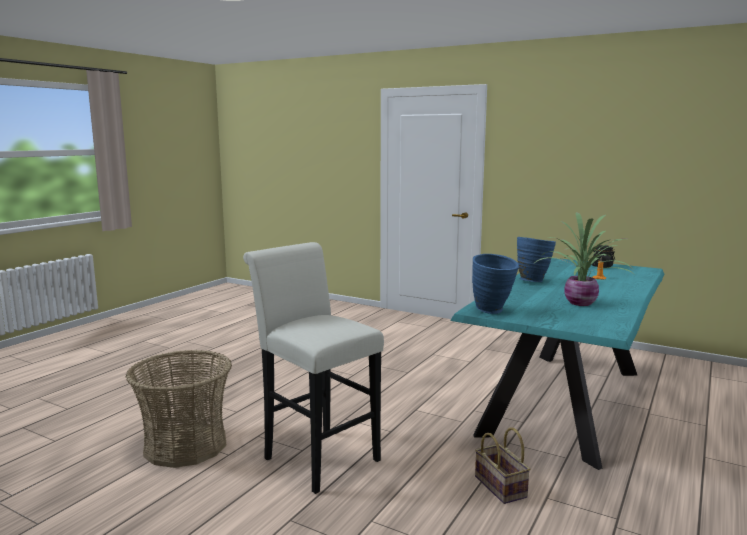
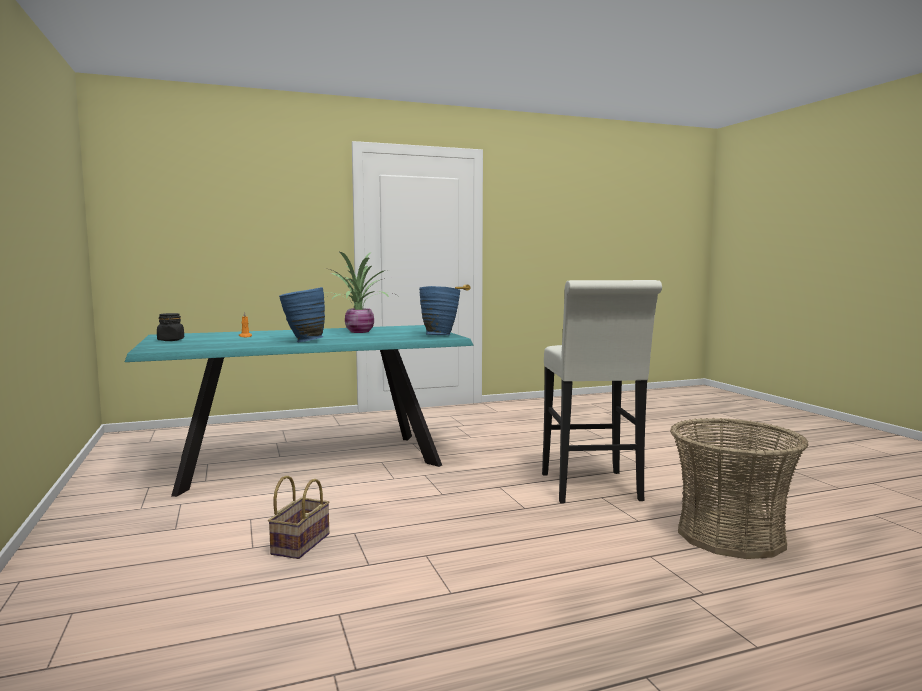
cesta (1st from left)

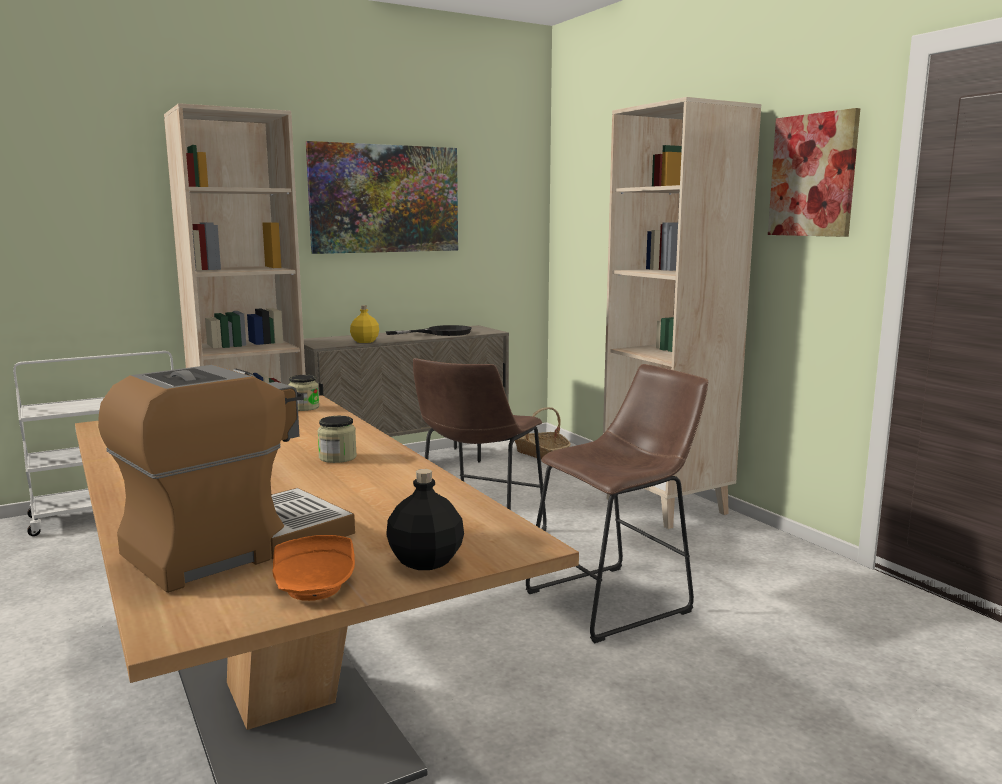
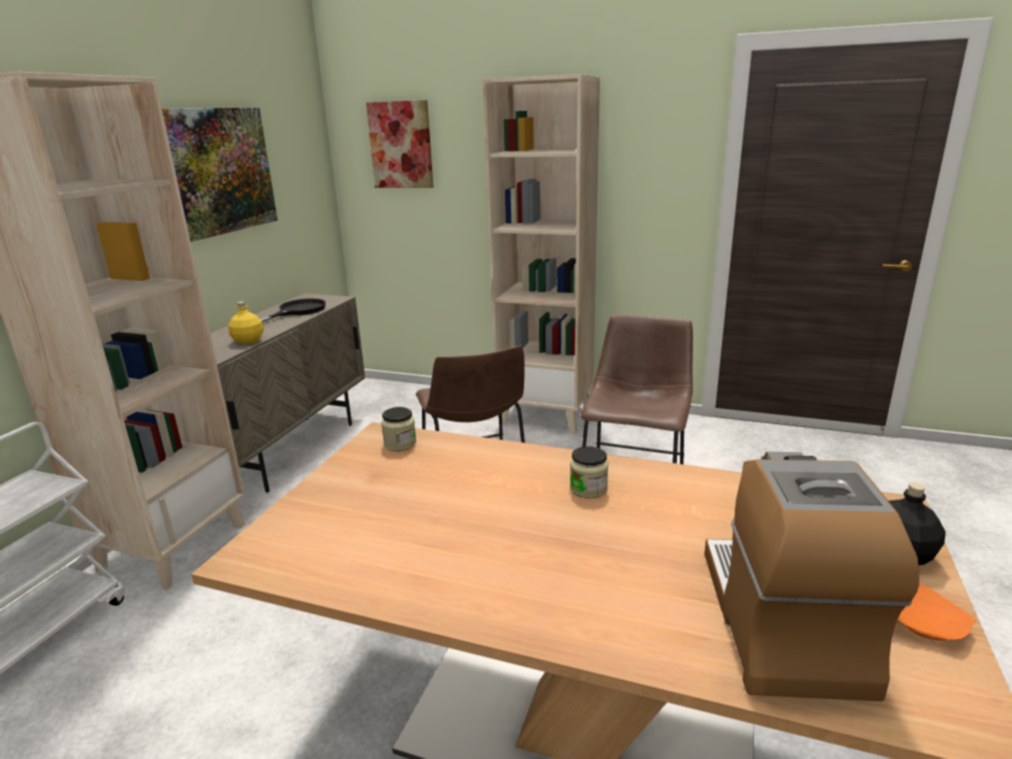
cesta
cuadro (2nd from left)

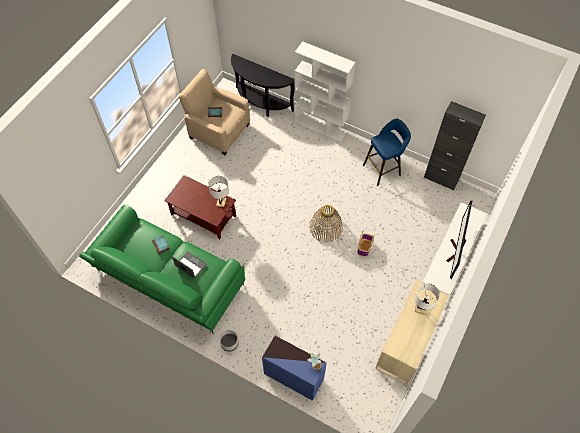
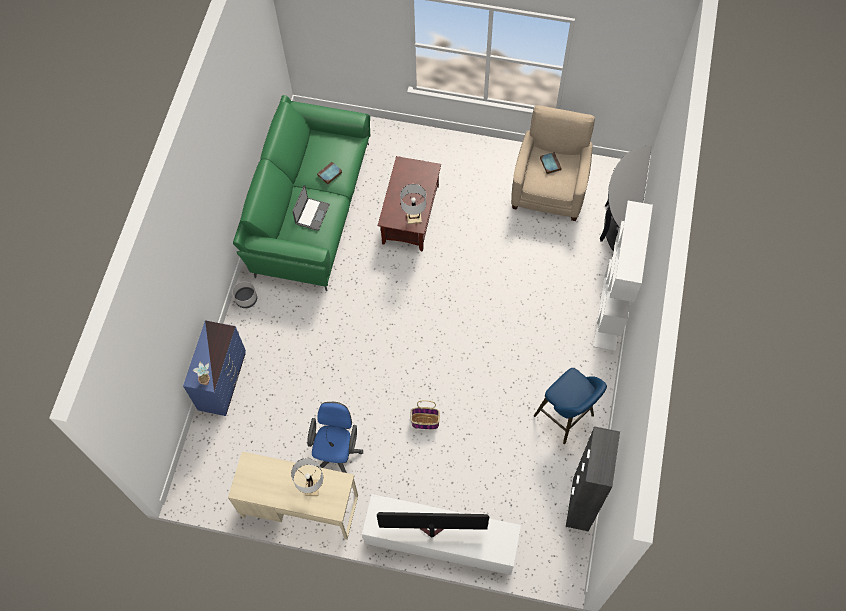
cesta (1st from left in the first image)
silla de oficina (azul)

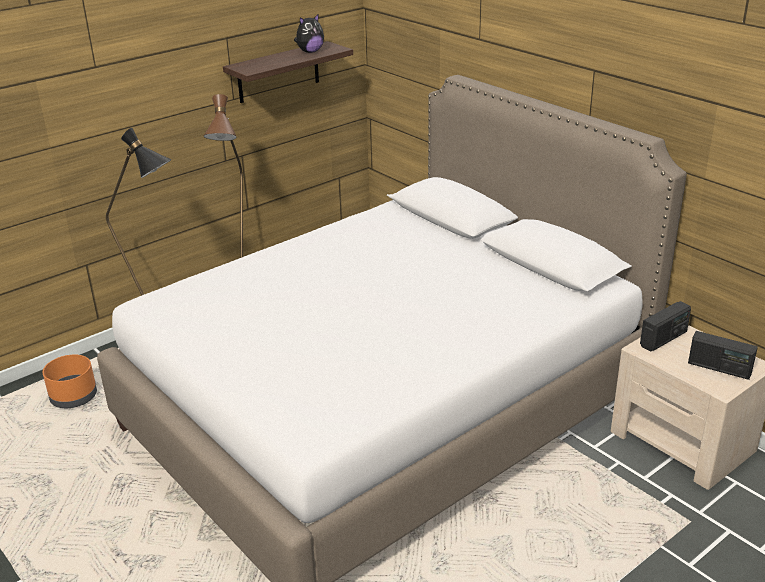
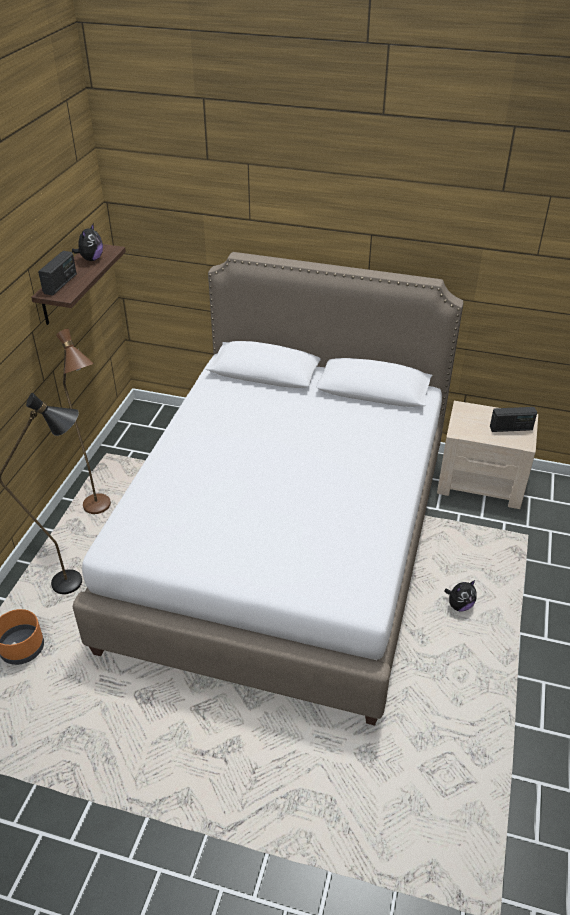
peluche (2nd from left)
radio (1st from left)

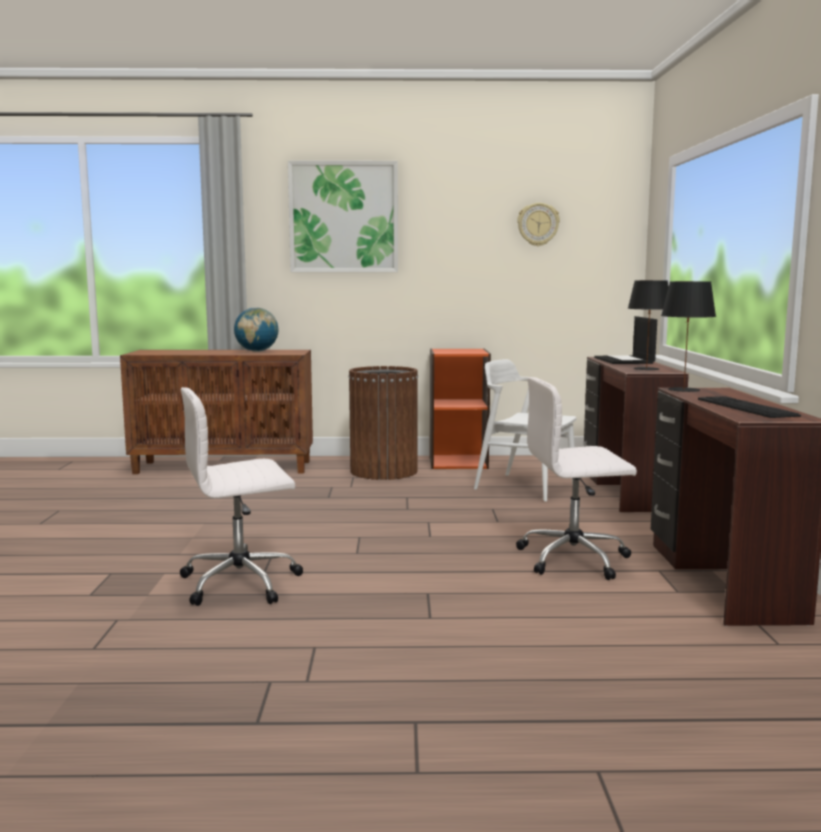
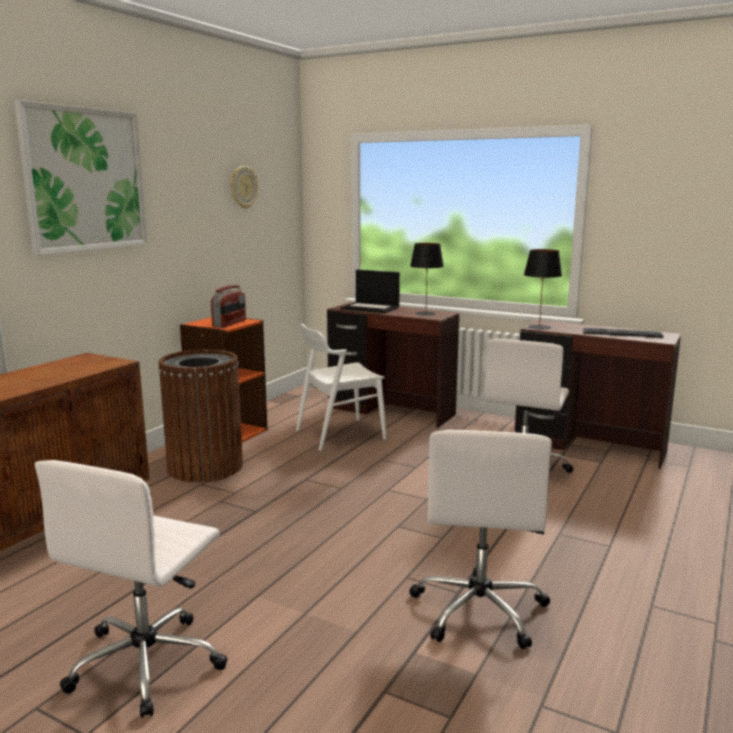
globo terráqueo
silla de oficina (blanco) (1st from left)
radio

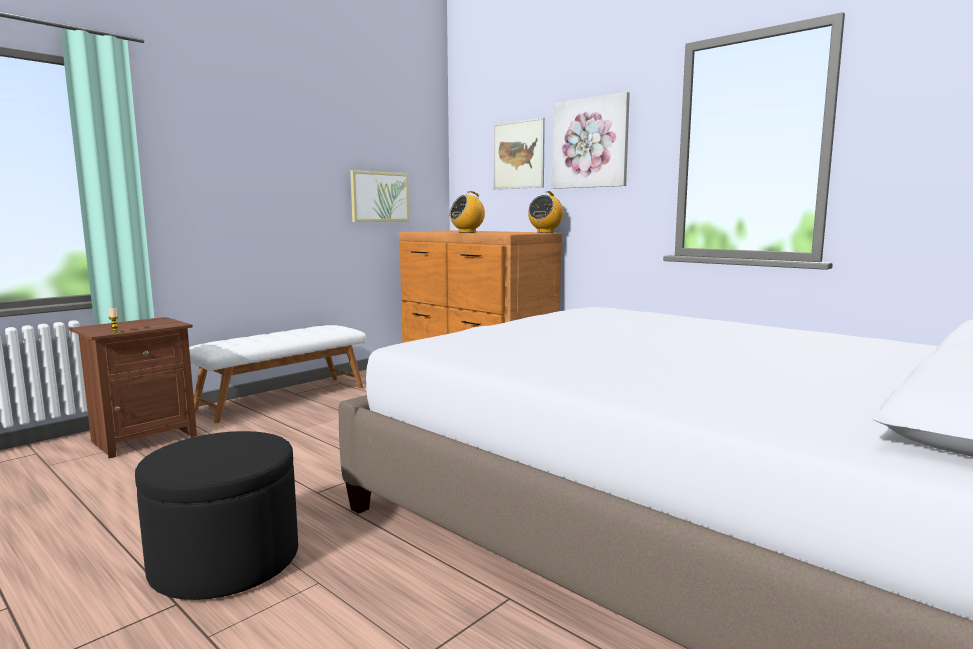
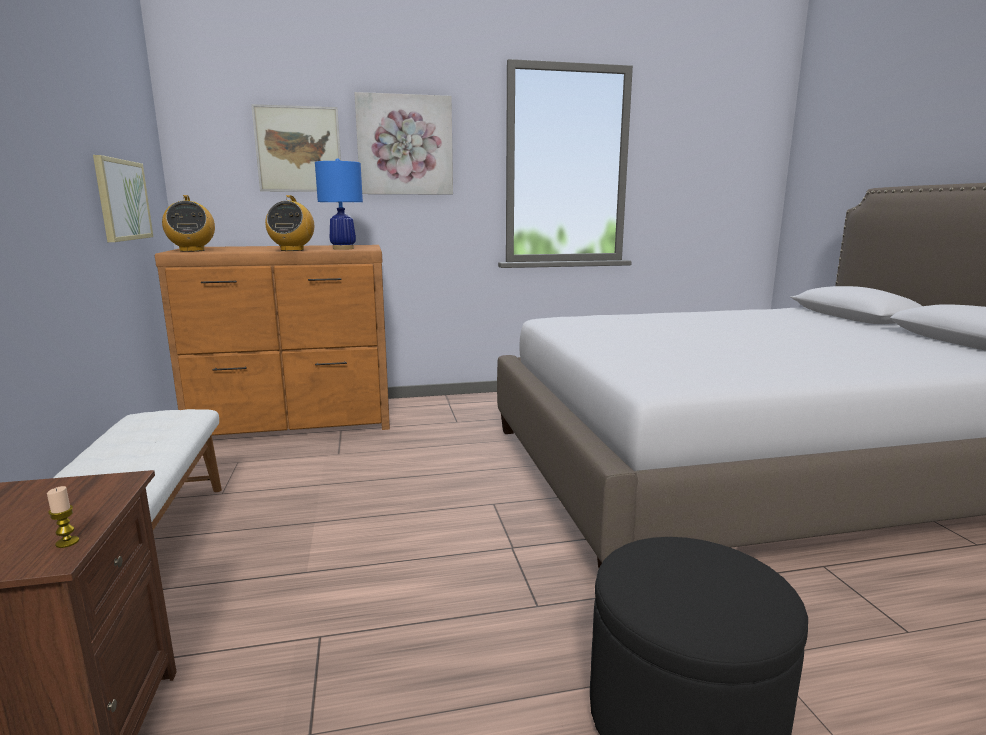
lámpara de mesa (azul)
radio (1st from left)

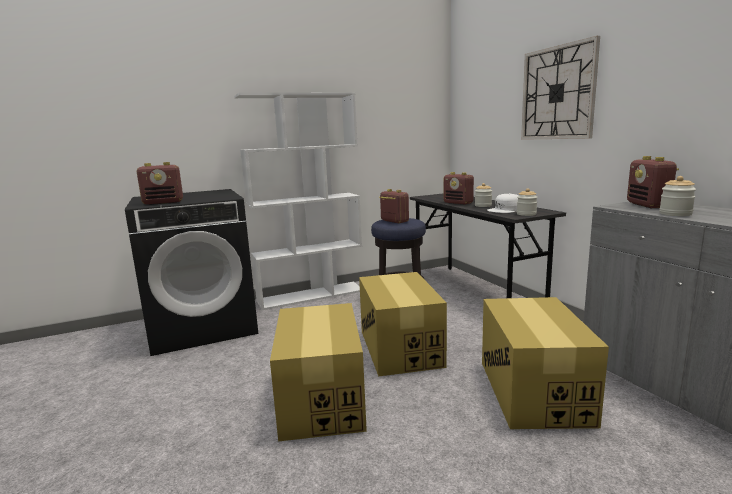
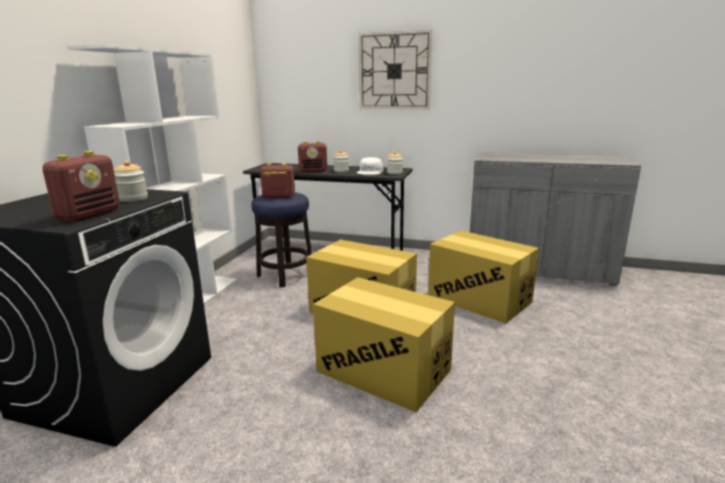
radio (4th from left in the first image)
tarro (1st from left)

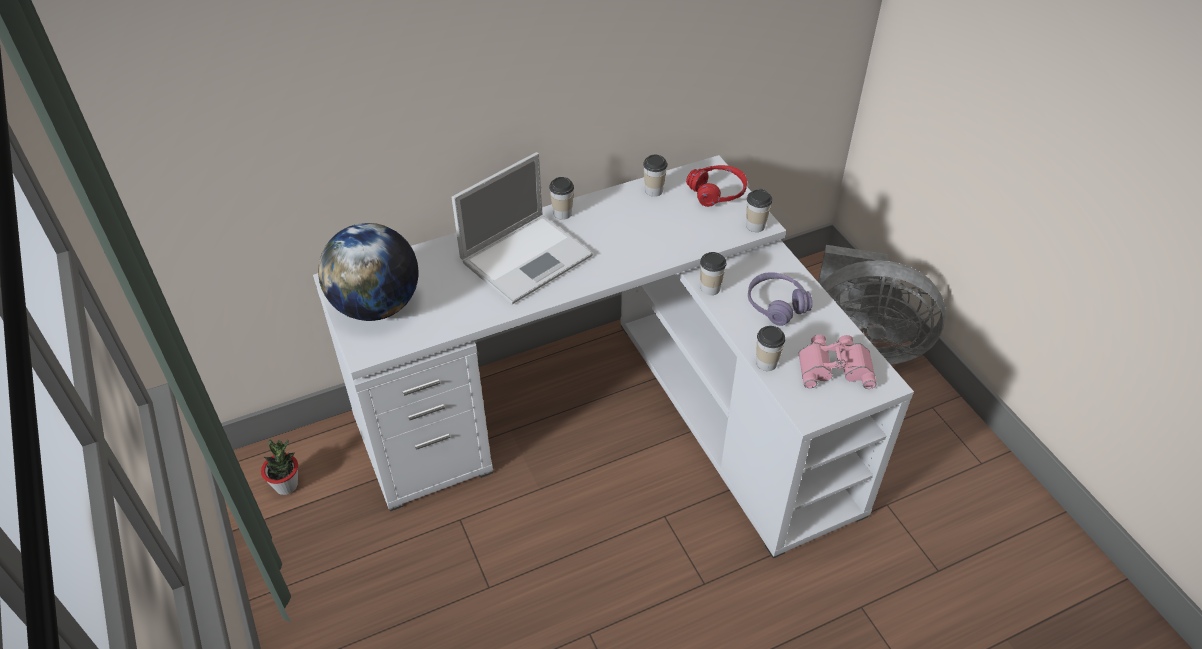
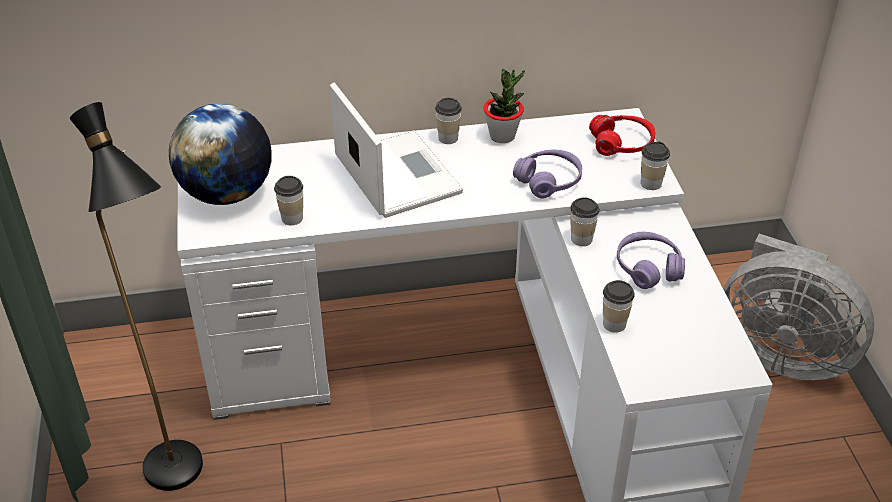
prismáticos (rosa)
lámpara de pie (negro)
auriculares (morado) (1st from left)
planta en maceta
taza (1st from left)
portátil

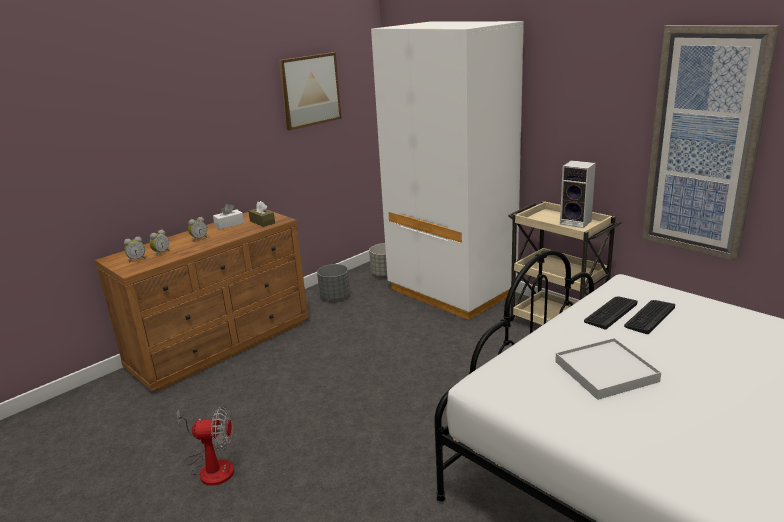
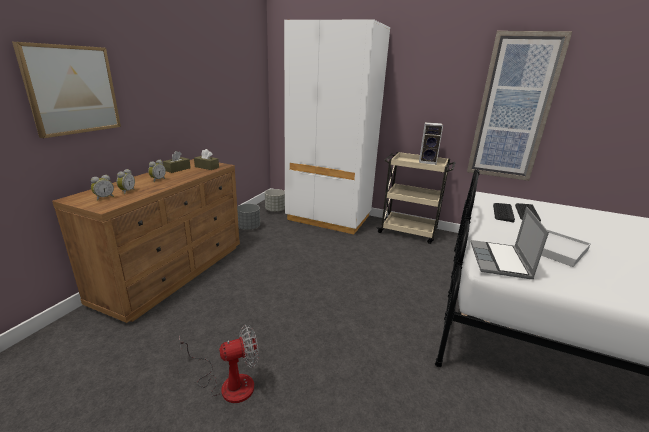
portátil
cuadro (1st from left)
caja de pañuelos (marrón) (1st from left)

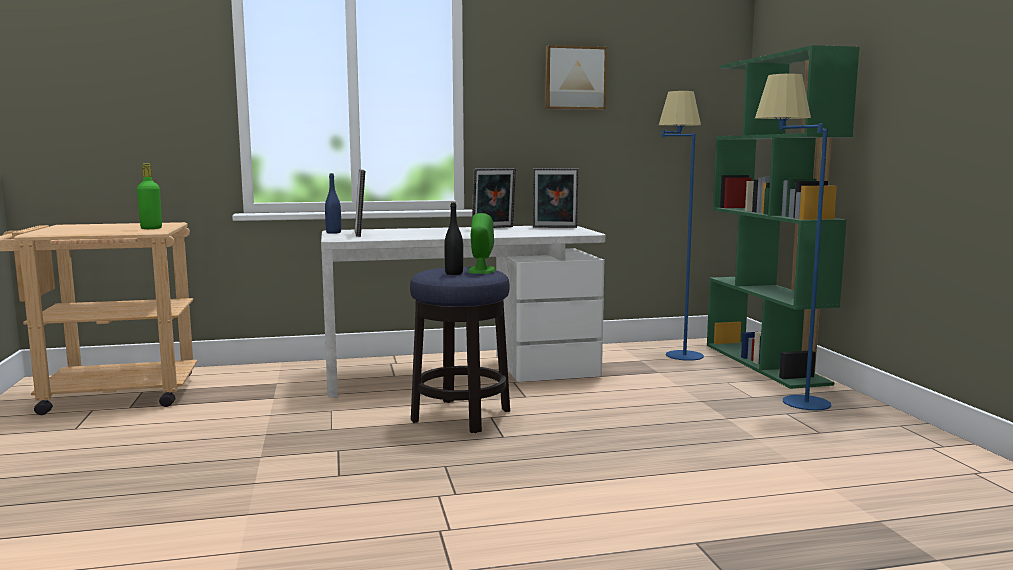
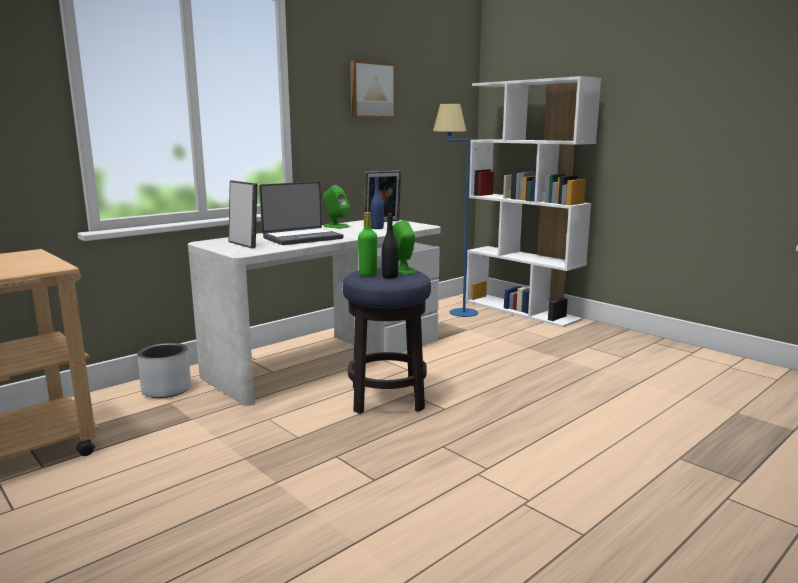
lámpara de pie (azul) (2nd from left in the first image)
maceta (gris)
portátil
botella (verde)
botella (azul)
altavoz (verde) (1st from left)
estantería (blanco)

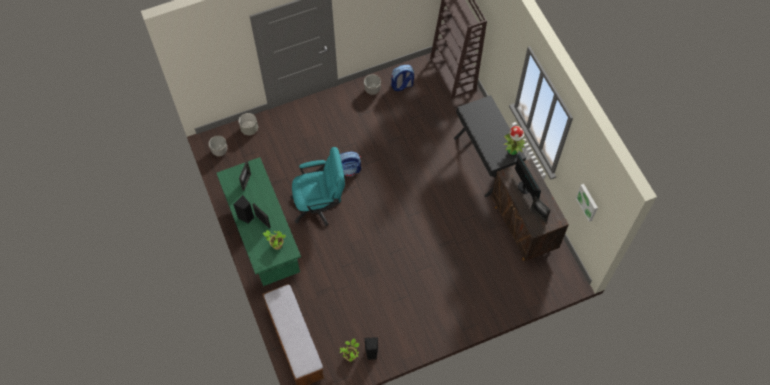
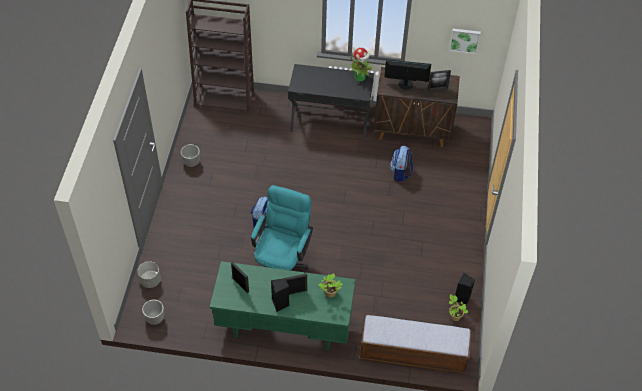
mochila (2nd from left)

